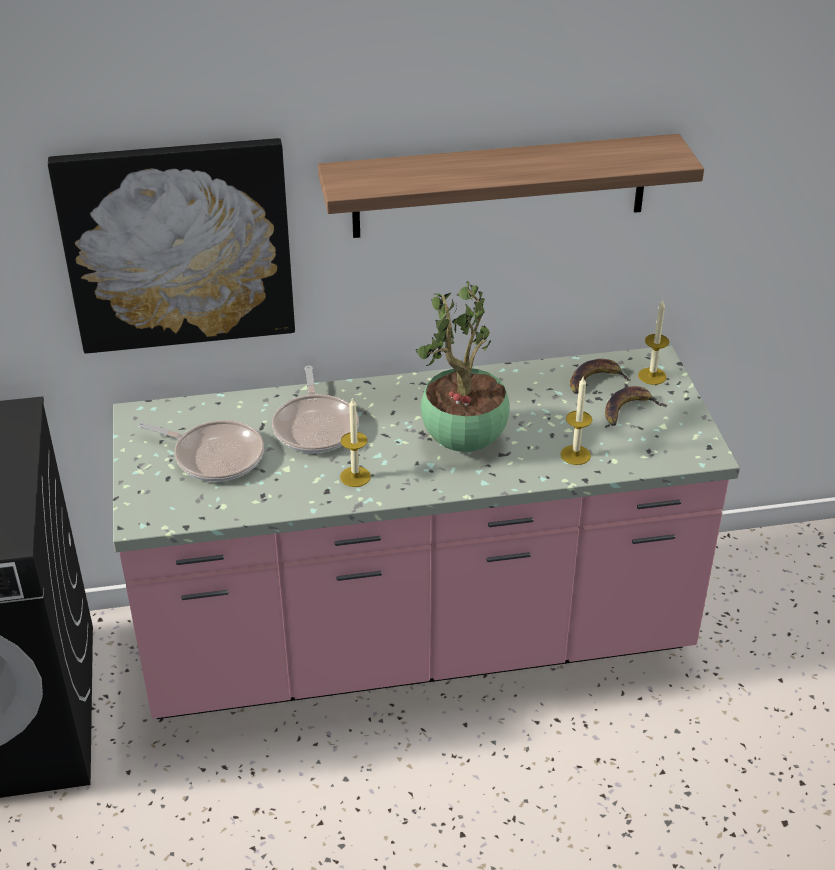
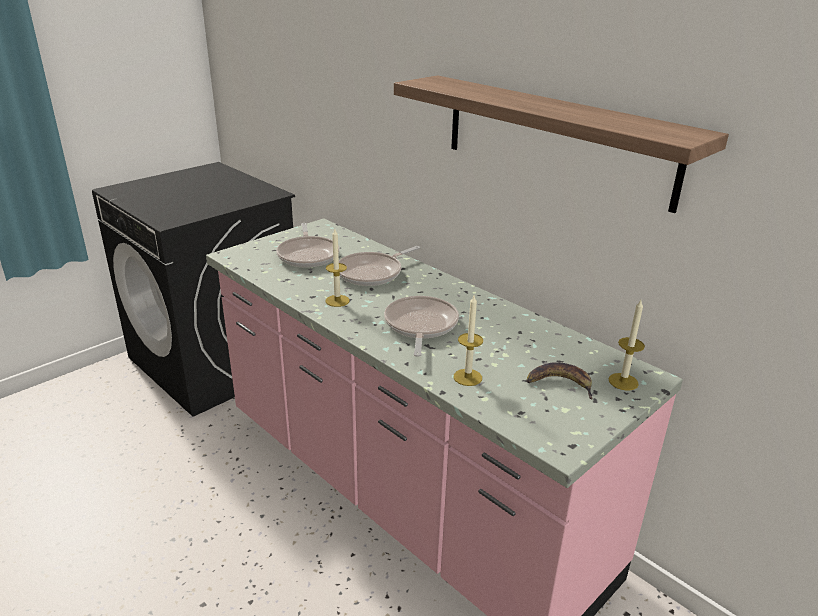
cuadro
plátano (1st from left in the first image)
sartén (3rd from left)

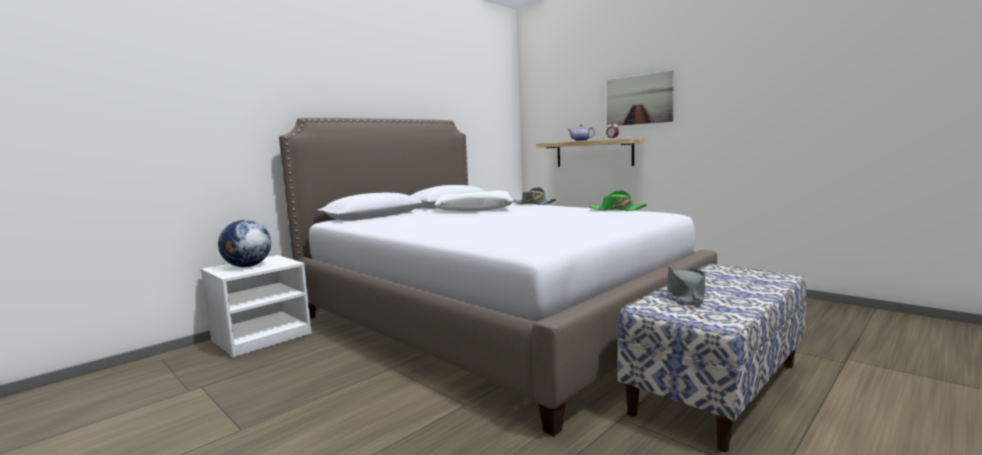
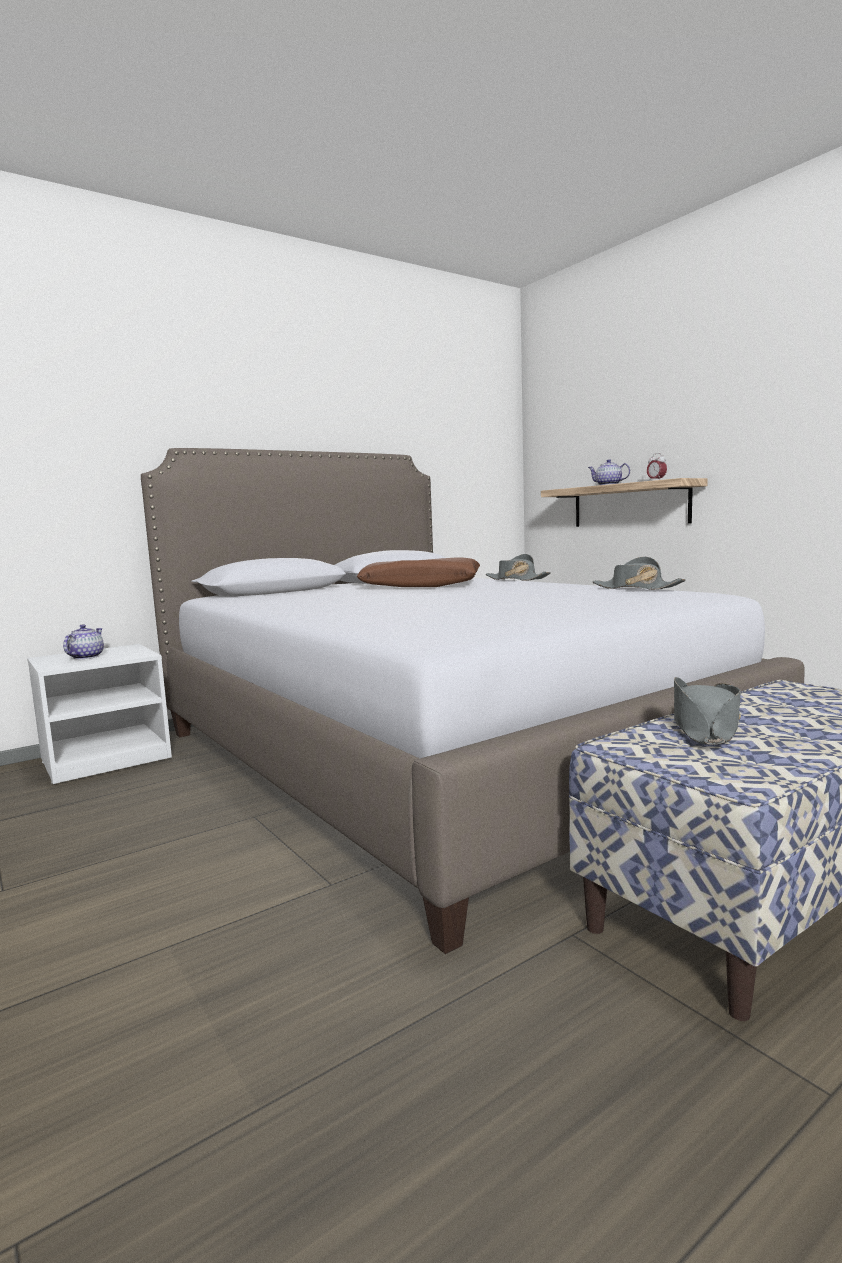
cuadro
tetera (1st from left)
cojín (marrón)
sombrero (gris) (2nd from left)

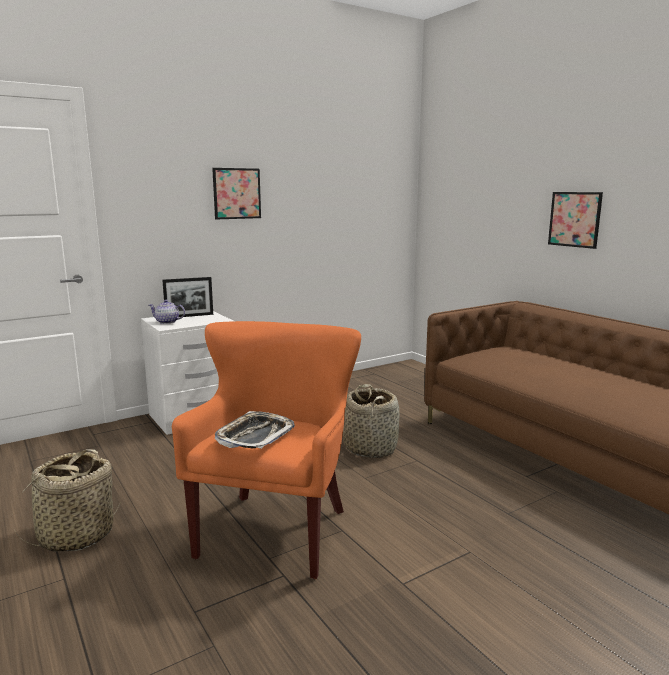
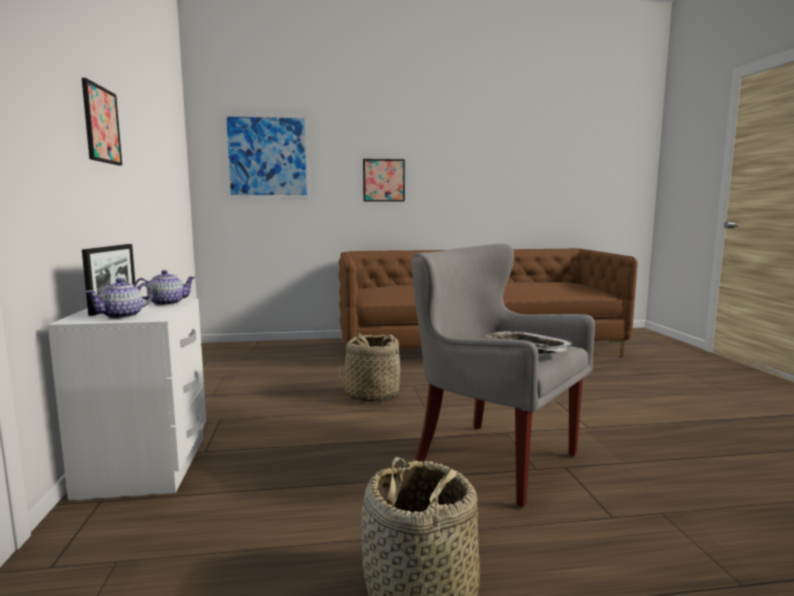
tetera (2nd from left)
cuadro (2nd from left)
sillón (gris)

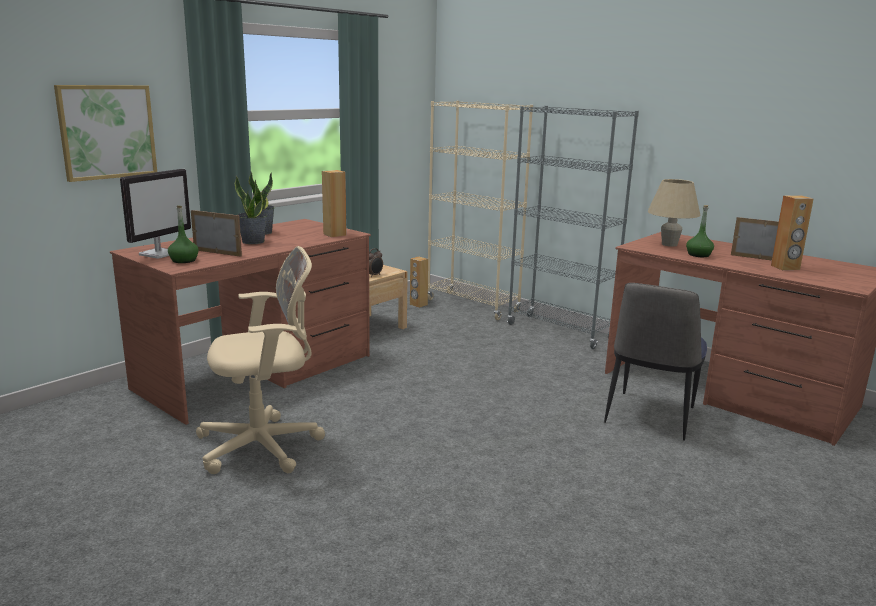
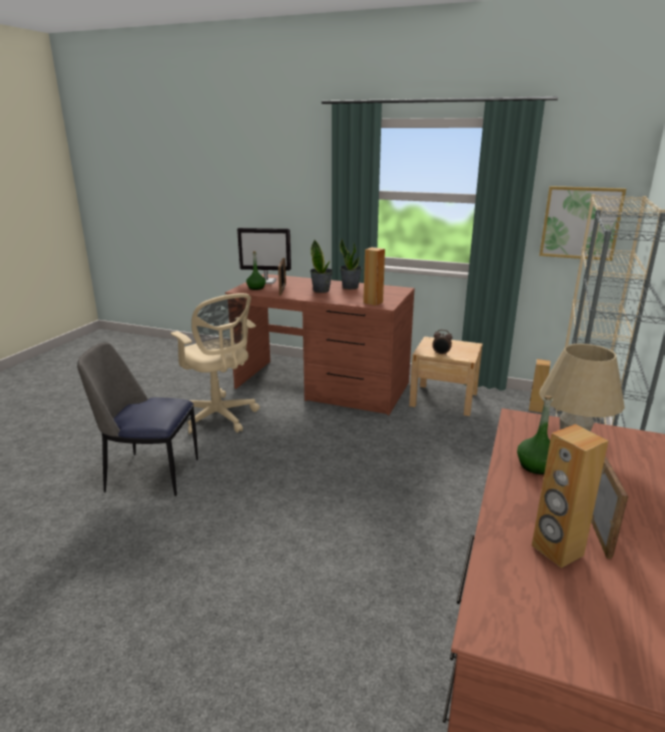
cuadro
silla

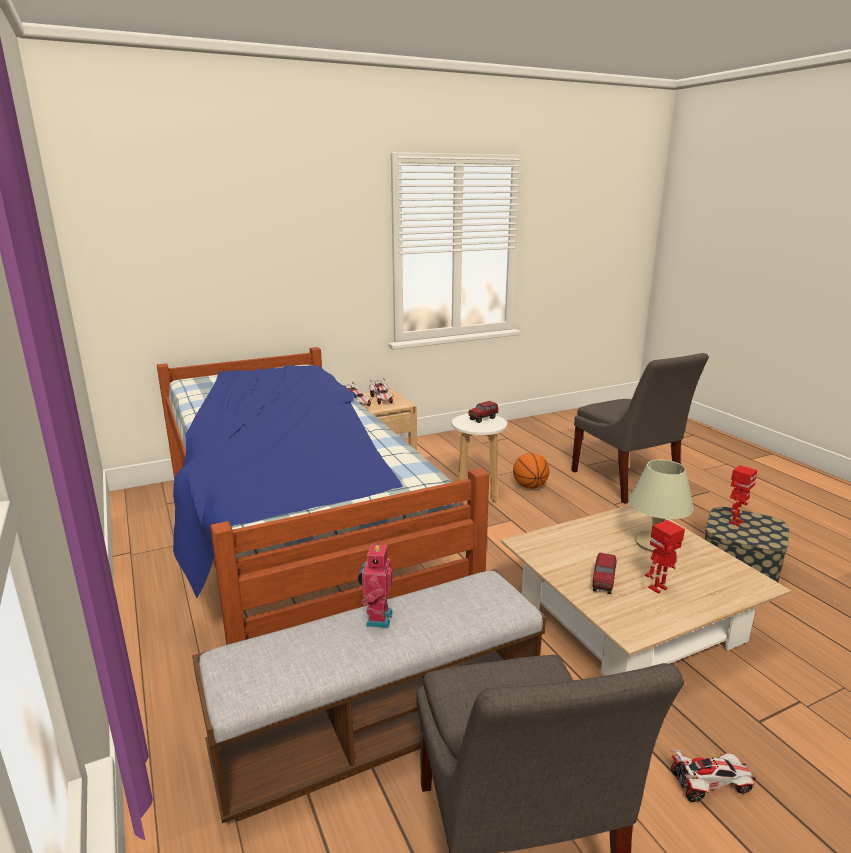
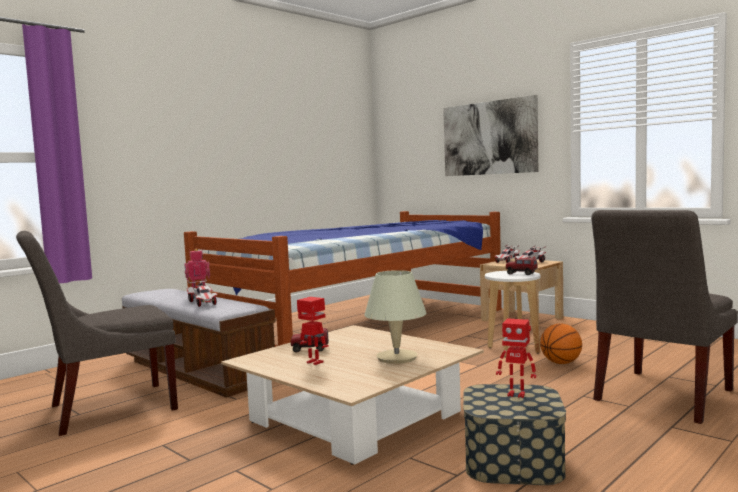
cuadro
coche de juguete (1st from left)

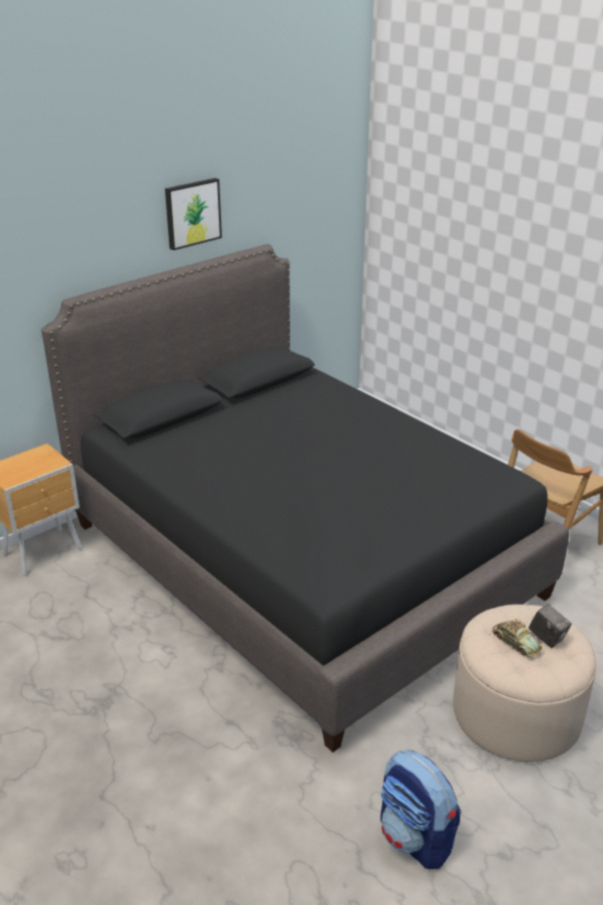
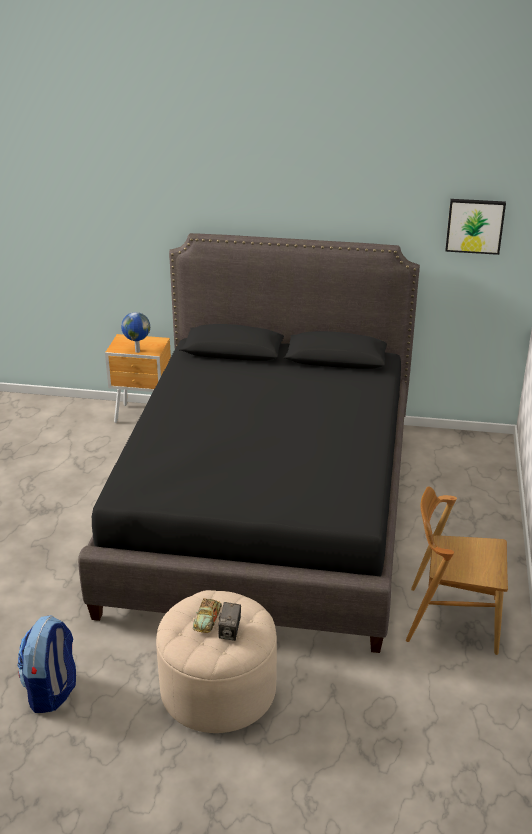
globo terráqueo
cuadro

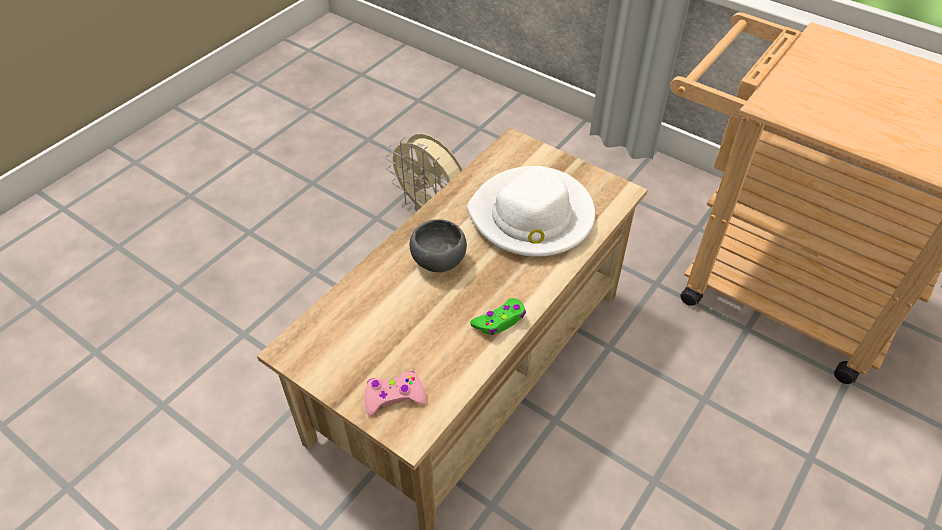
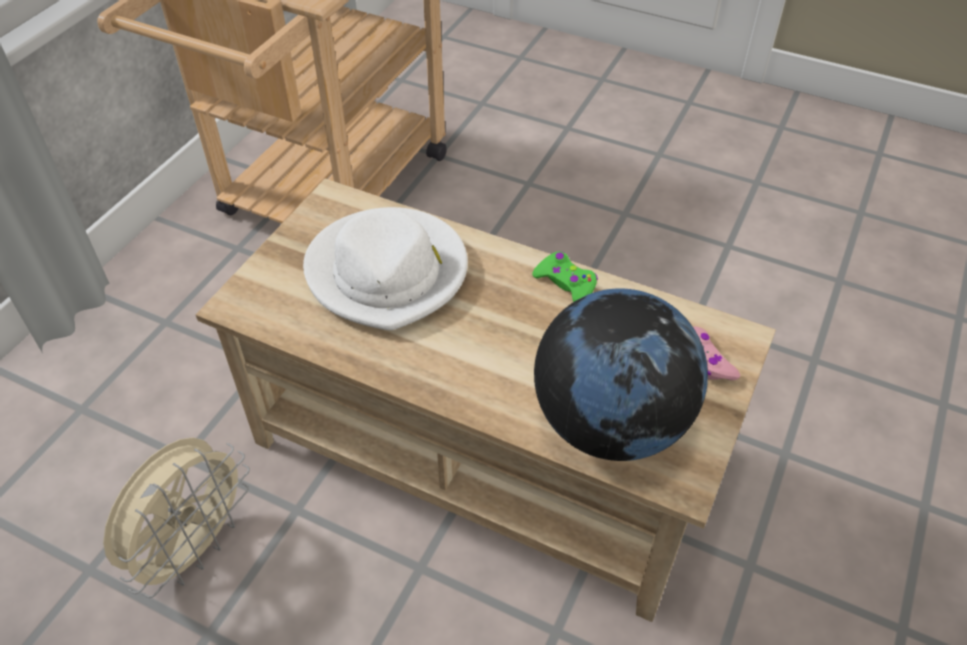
cuenco (gris)
globo terráqueo

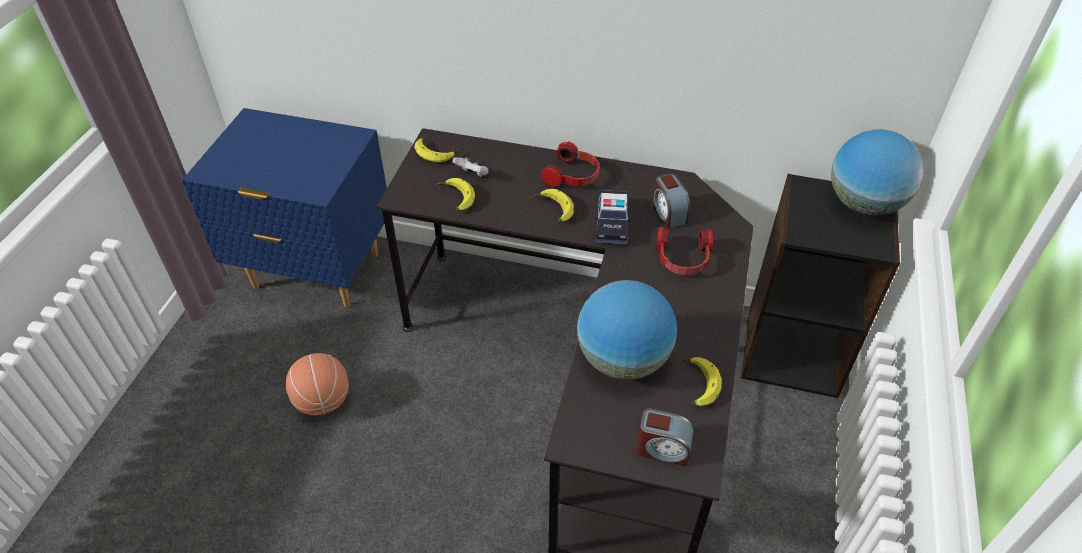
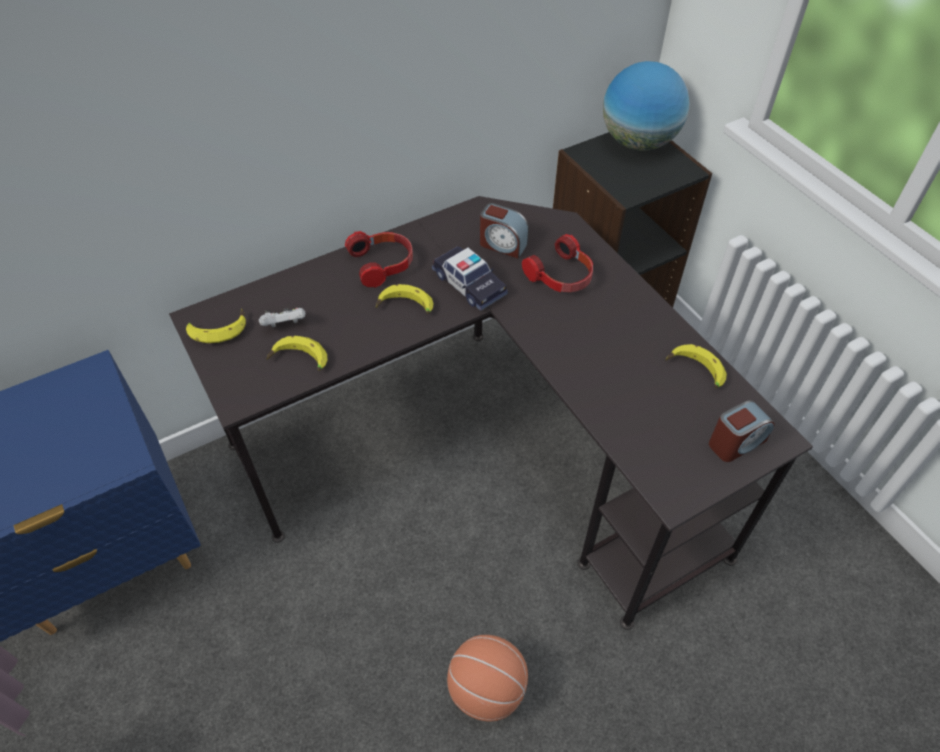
globo terráqueo (1st from left in the first image)
balón de baloncesto

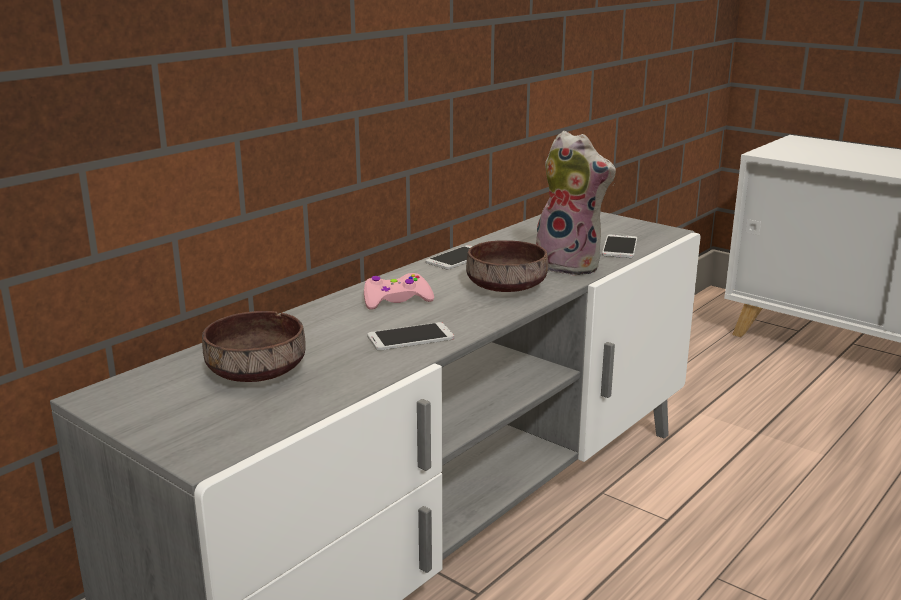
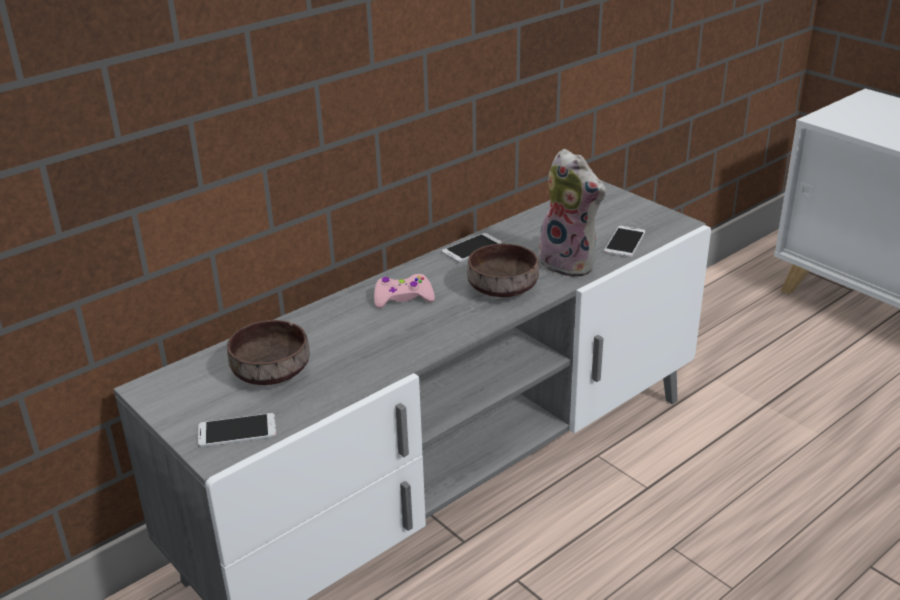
móvil (1st from left)

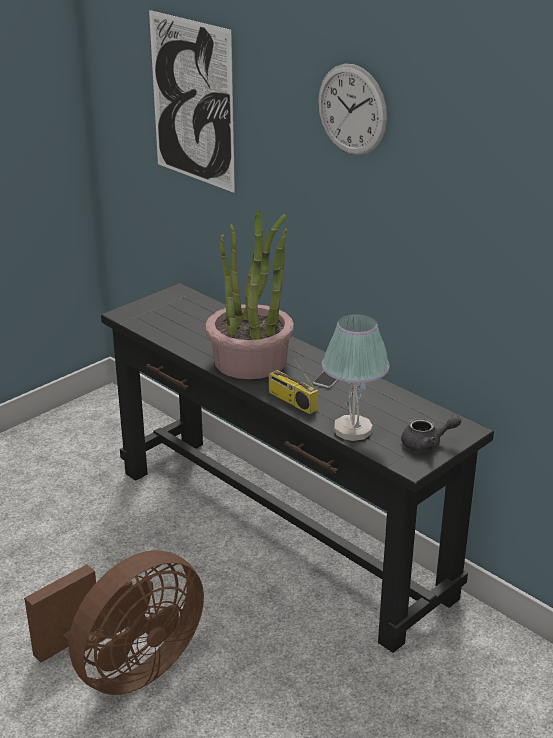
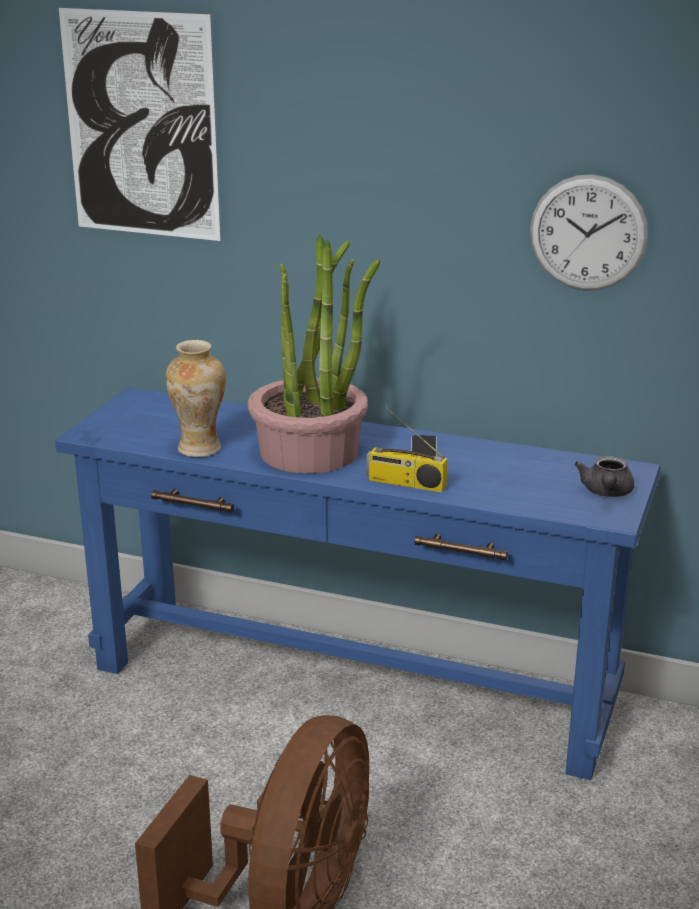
lámpara de mesa
florero
reloj de pared
mesa consola (azul)
tetera (gris)

